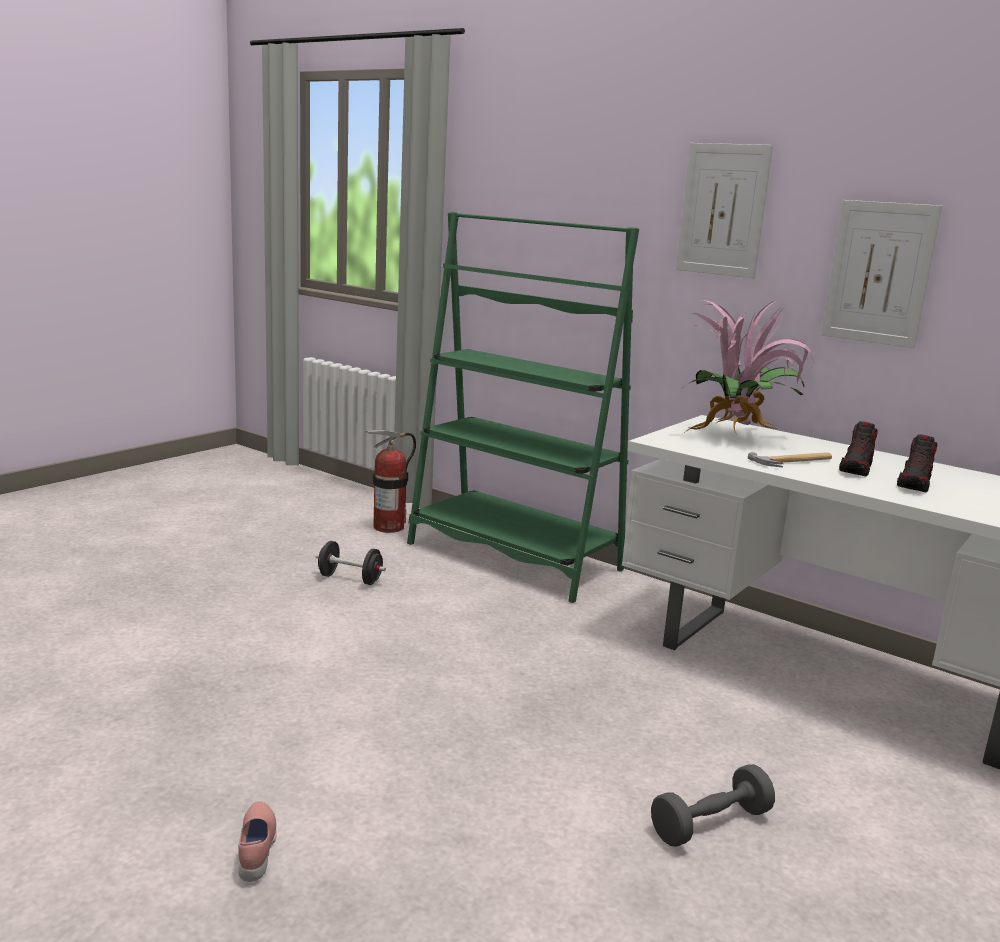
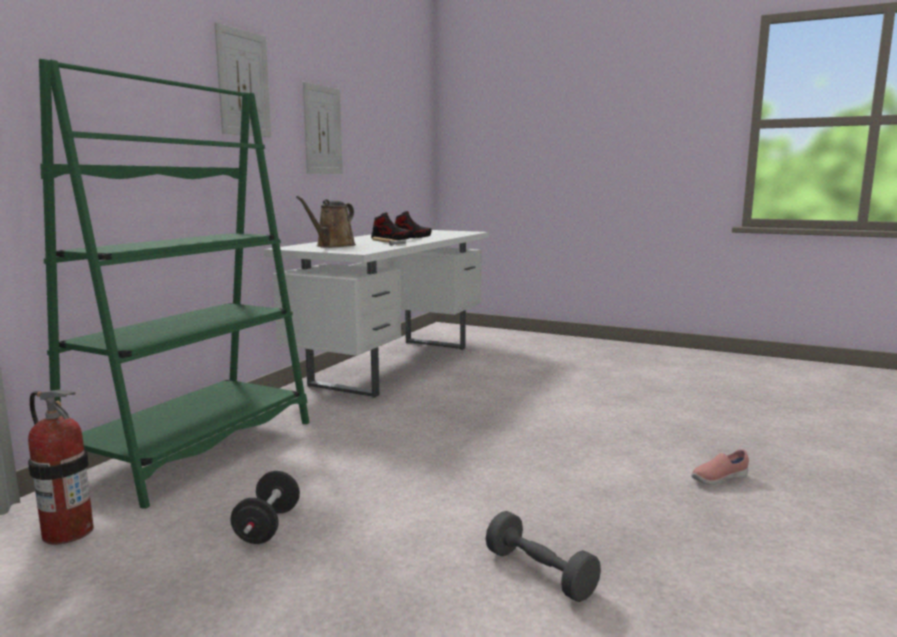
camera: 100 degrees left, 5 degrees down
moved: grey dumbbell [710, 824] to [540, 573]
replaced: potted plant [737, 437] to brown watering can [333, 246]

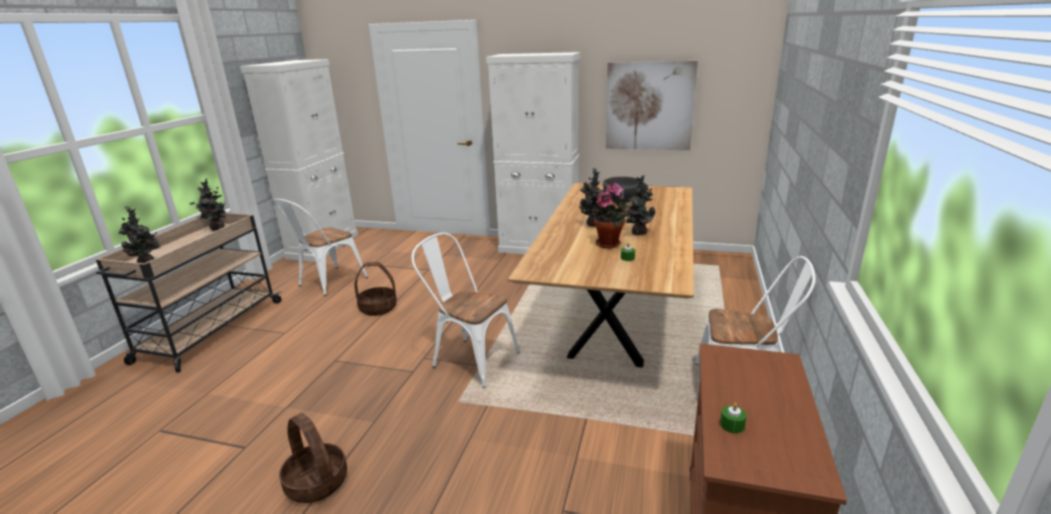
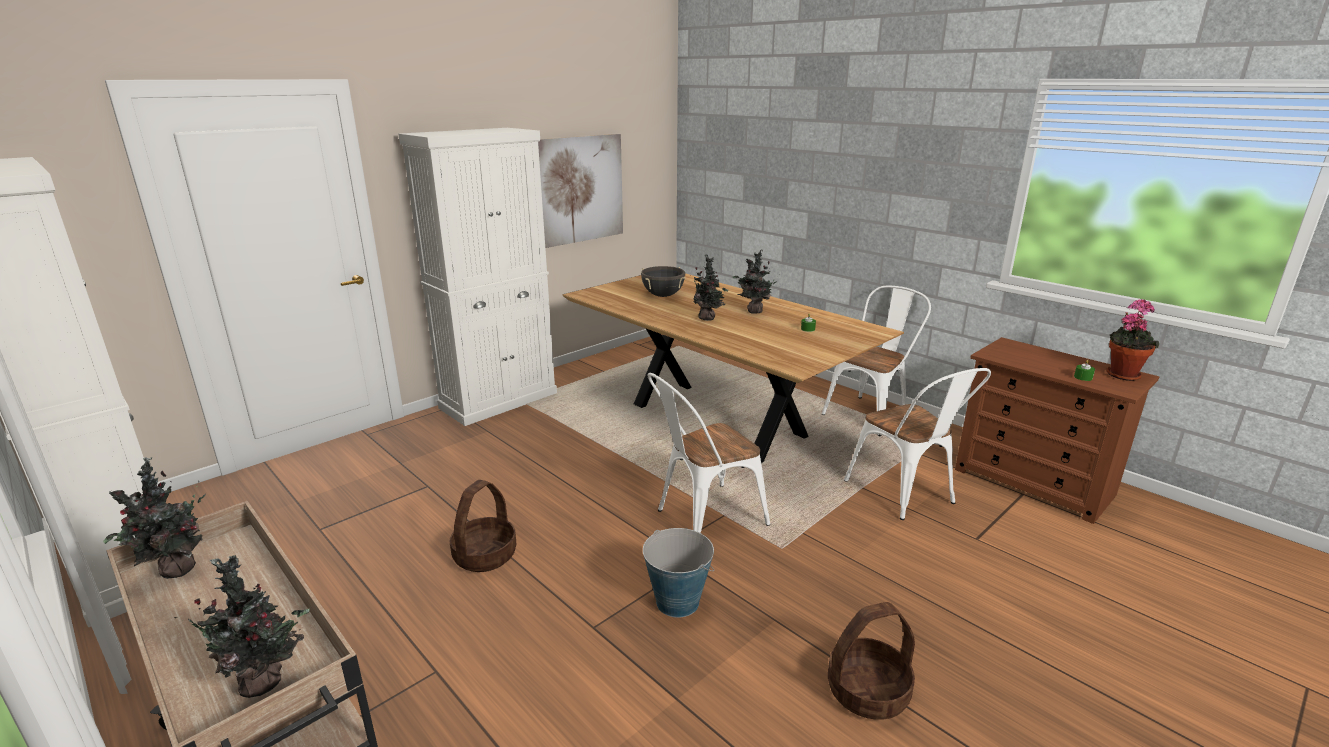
camera: 60 degrees left, 0 degrees up
added: bucket [677, 601]
moved: potted plant [610, 244] to [1122, 374]; white chair [327, 283] to [906, 495]

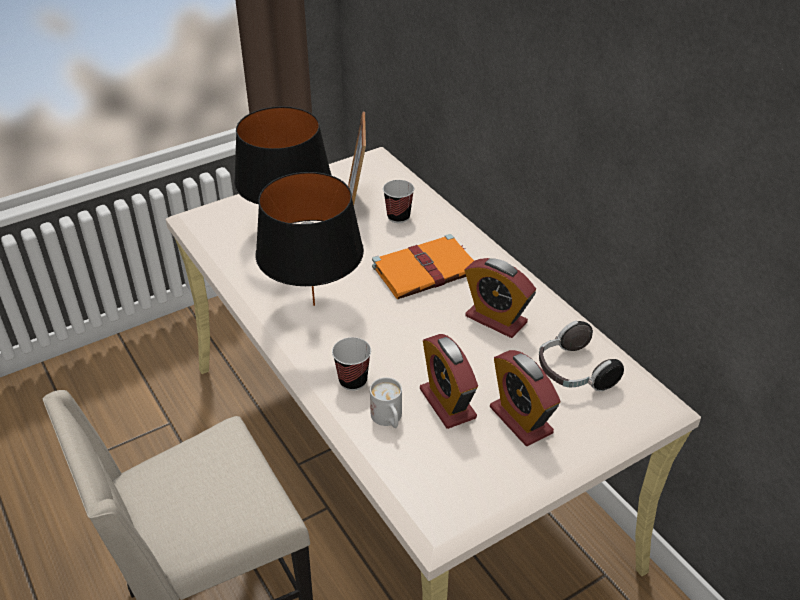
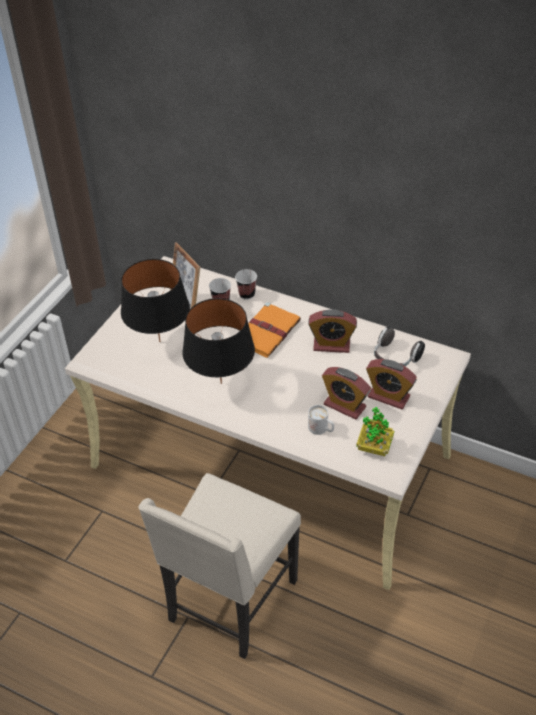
camera: 30 degrees left, 5 degrees up
added: potted plant [374, 447]
moved: cup [353, 381] to [247, 294]

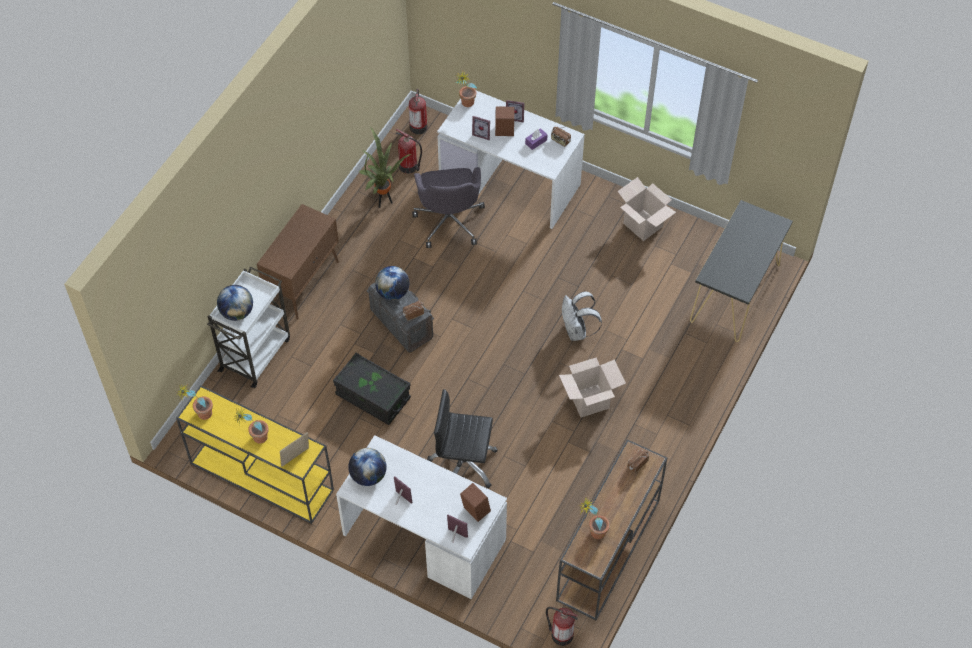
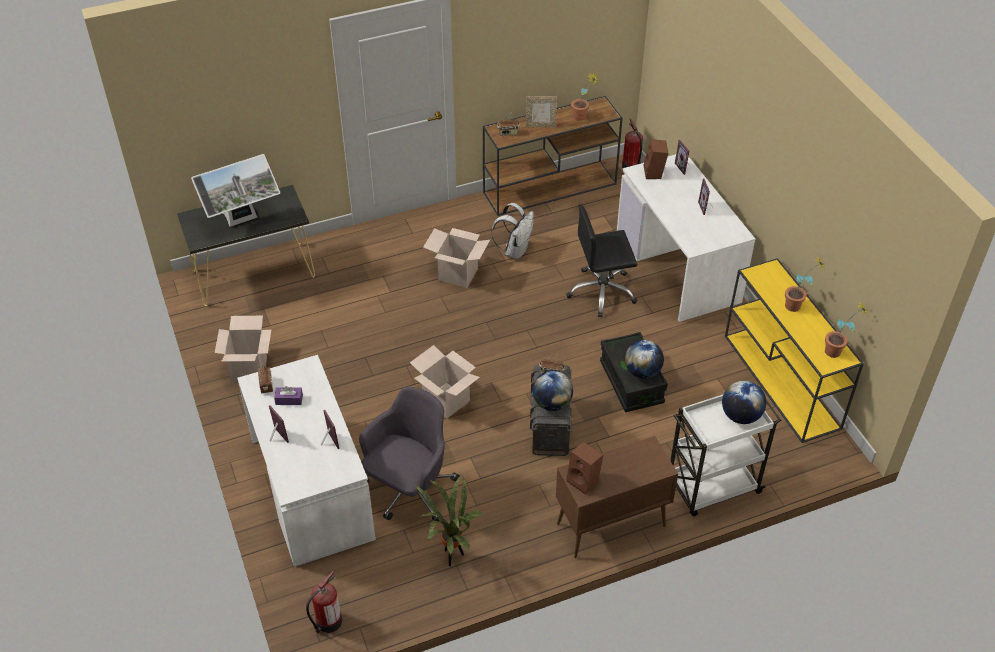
camera: 140 degrees left, 10 degrees down
removed: potted plant [466, 105]; fire extinguisher [409, 166]
added: monitor [243, 221]; cardboard box [446, 400]
moved: brown speaker [504, 132] to [584, 480]; white backpack [577, 331] to [515, 250]; picture frame [296, 458] to [540, 125]; globe [368, 476] to [642, 372]
turned: black office chair [463, 464] = [601, 292] 120 degrees clockwise

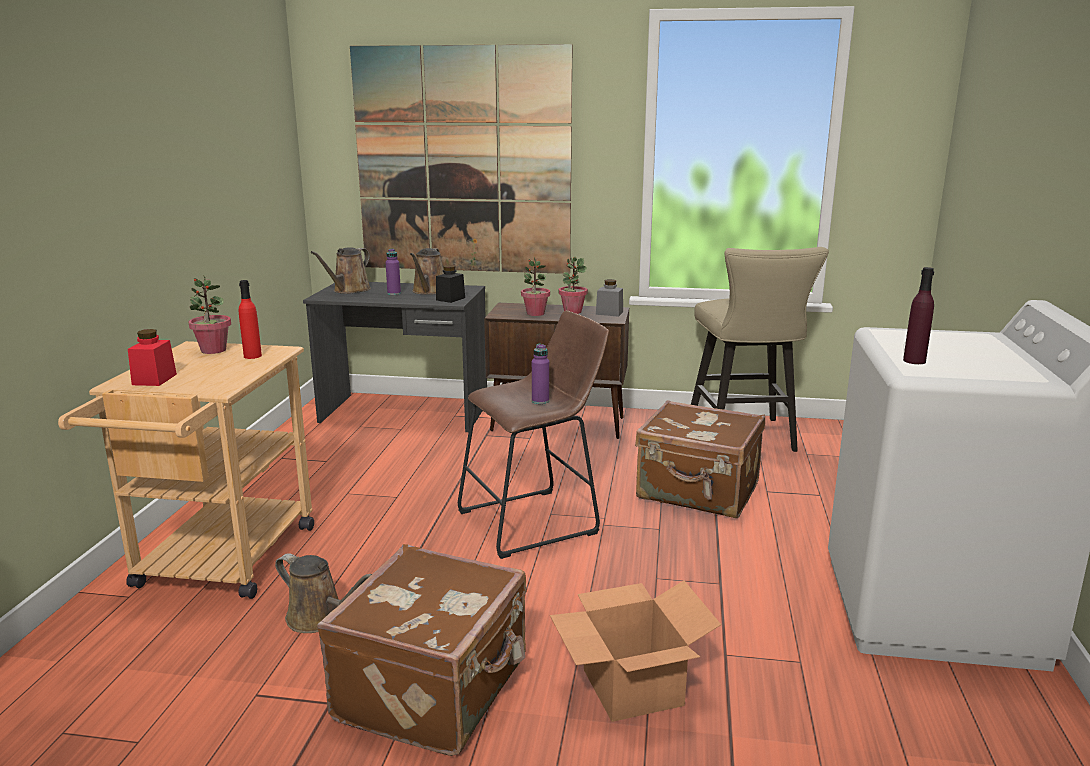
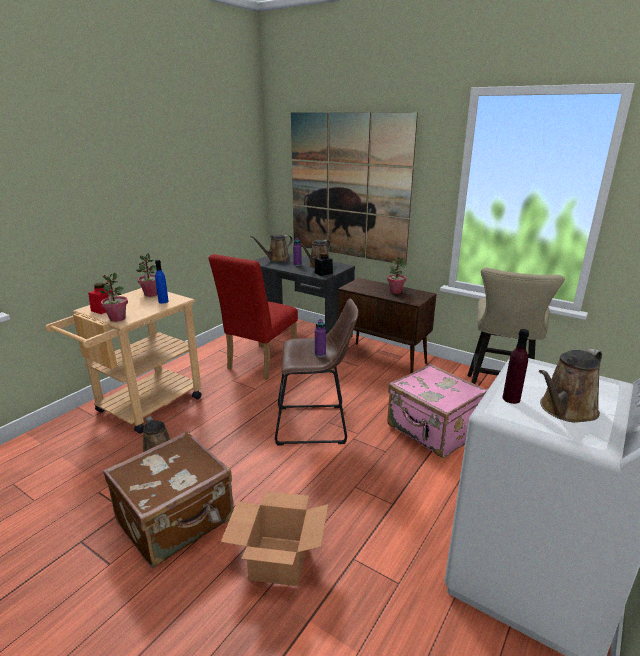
camera: 25 degrees right, 5 degrees up
removed: grey jar [609, 313]
added: red chair [259, 363]; brown watering can [565, 410]
moved: potted plant [535, 313] to [117, 318]
recoloured: red bottle [252, 356] to blue bottle [163, 301]; brown suitcase [698, 492] to pink suitcase [433, 430]

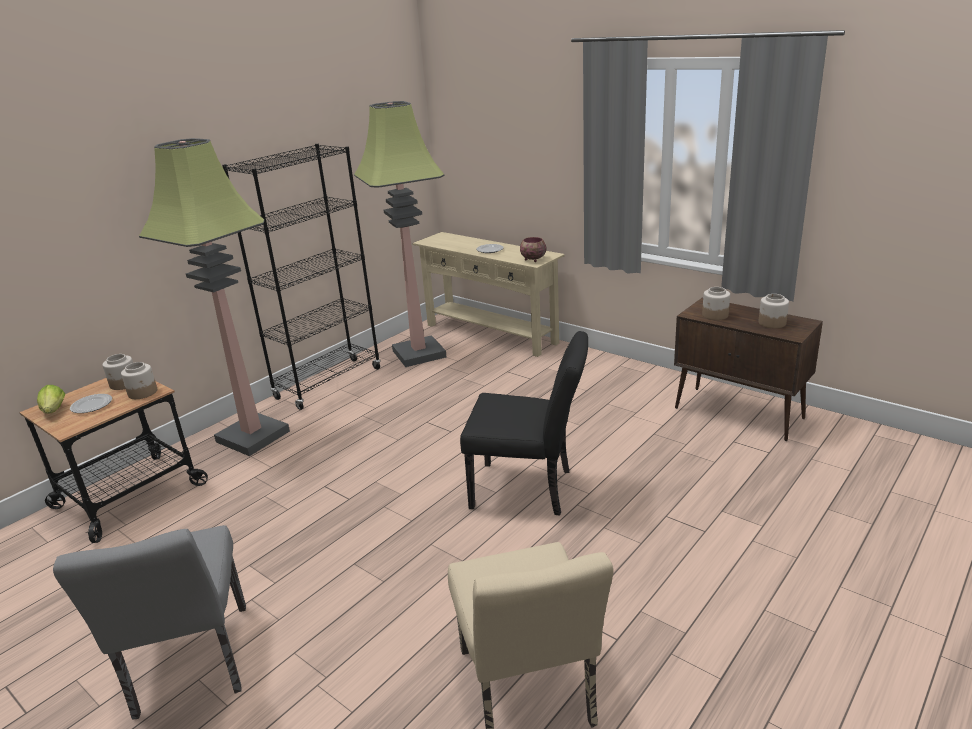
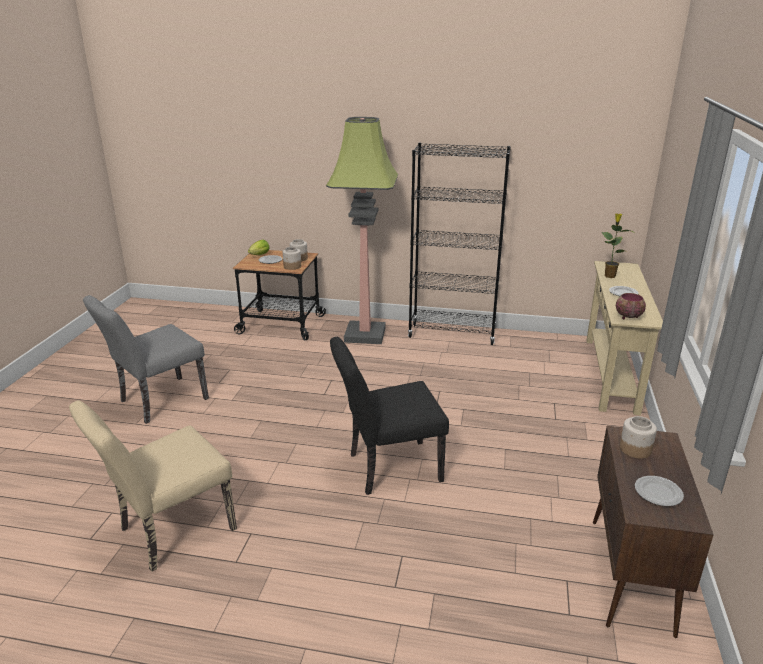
camera: 60 degrees right, 0 degrees up
removed: floor lamp [419, 353]
added: potted plant [609, 276]
replaced: jar [772, 323] to plate [658, 493]
turned: black chair [530, 490] = [387, 468] 90 degrees clockwise

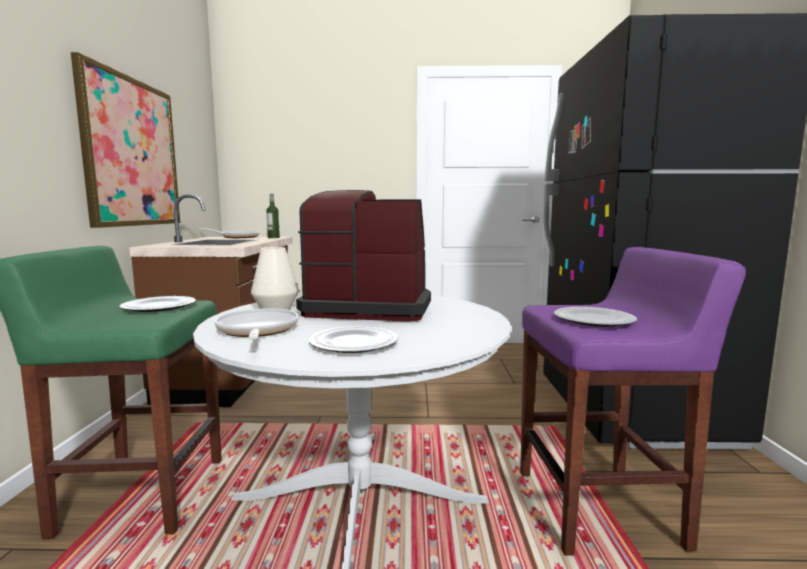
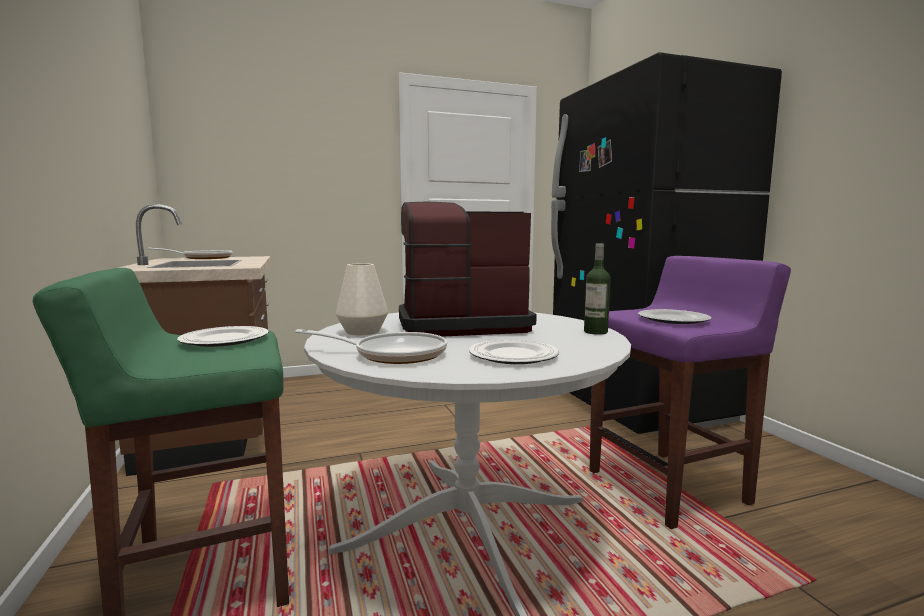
camera: 20 degrees left, 0 degrees up
removed: picture [132, 153]
moved: bottle [273, 237] to [595, 332]
turned: frying pan [257, 331] = [393, 354] 135 degrees clockwise

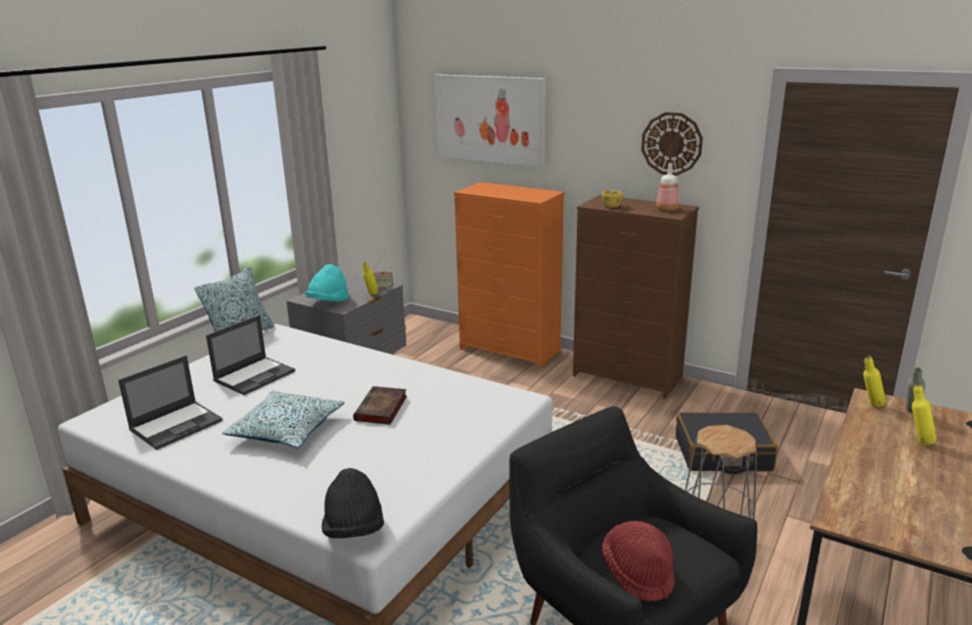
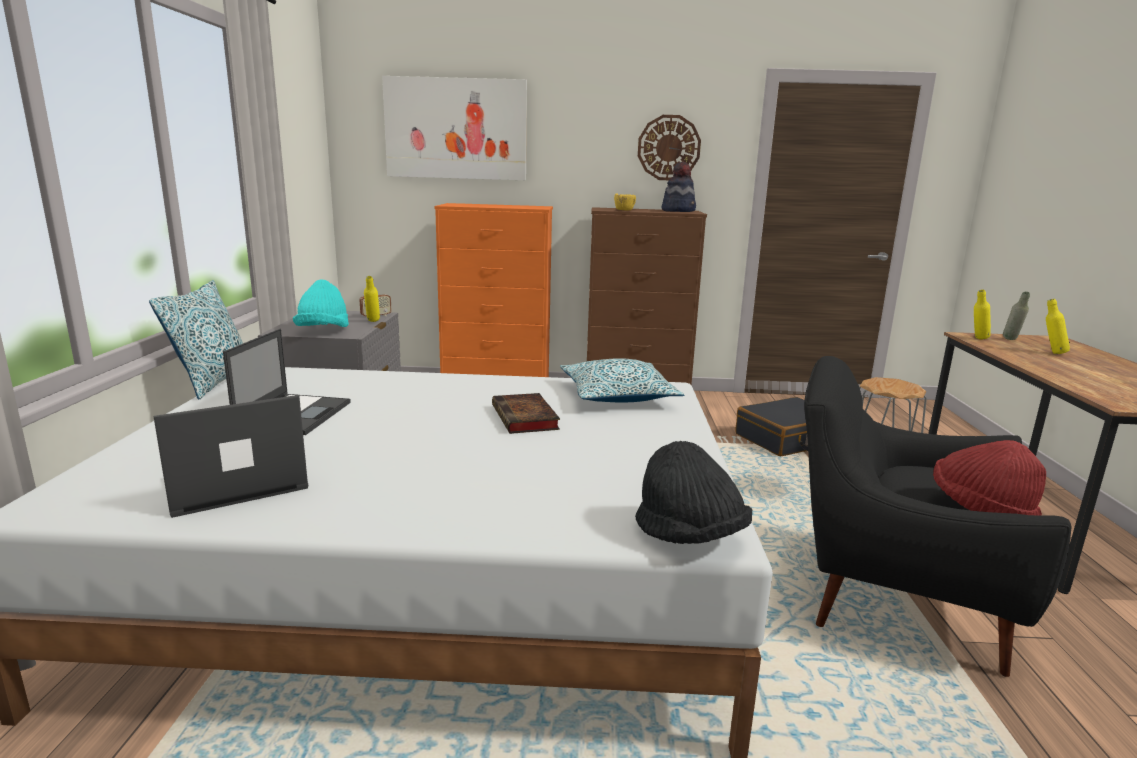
camera: 30 degrees left, 5 degrees down
moved: pillow [286, 430] to [617, 396]
replaced: bottle [668, 209] to hat [678, 211]
turned: laptop [177, 425] = [233, 483] 135 degrees counterclockwise

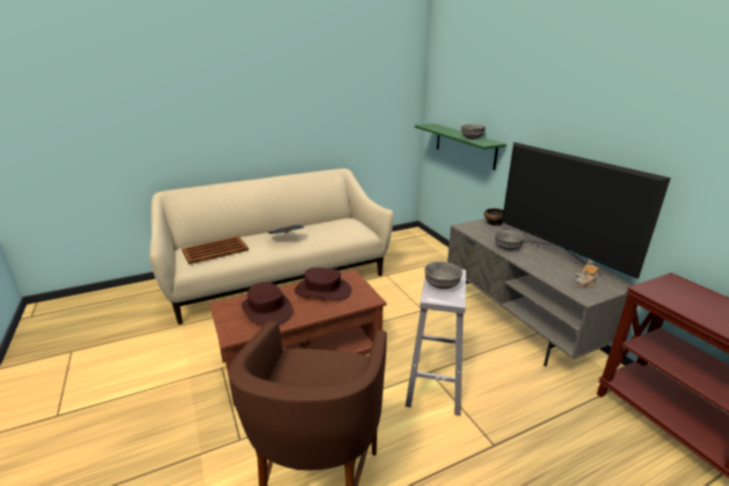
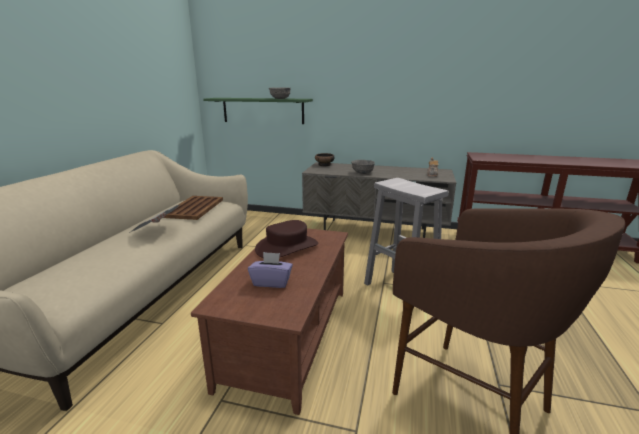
camera: 50 degrees left, 5 degrees down
removed: television [559, 256]; grey bowl [441, 285]
moved: brown tray [216, 250] to [195, 208]
replaced: brown hat [266, 309] to purple tissue box [271, 282]

